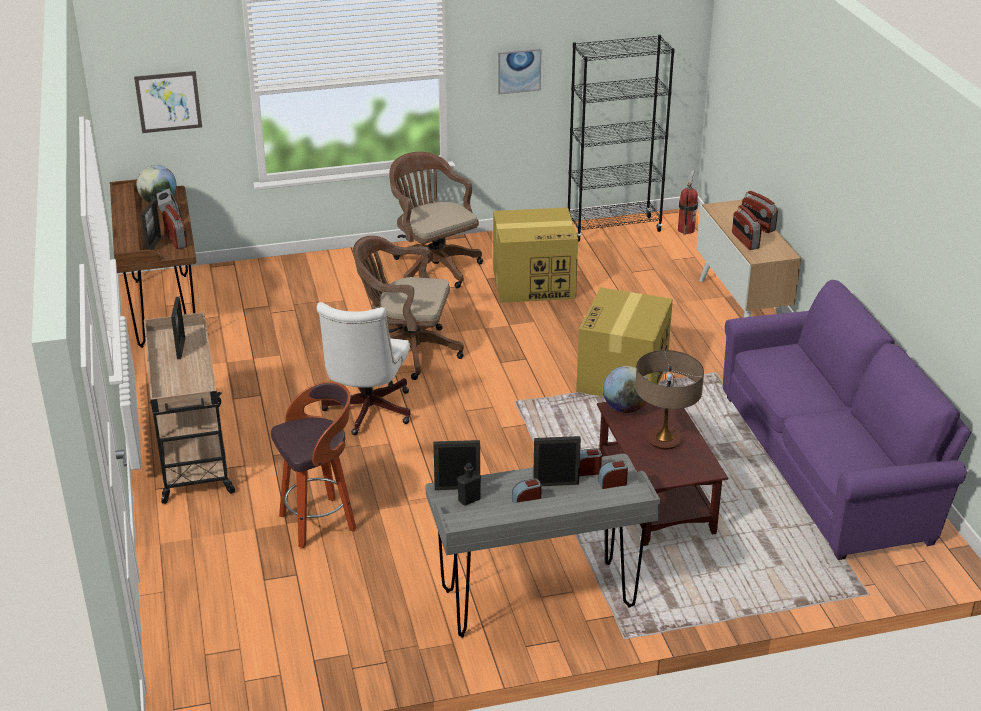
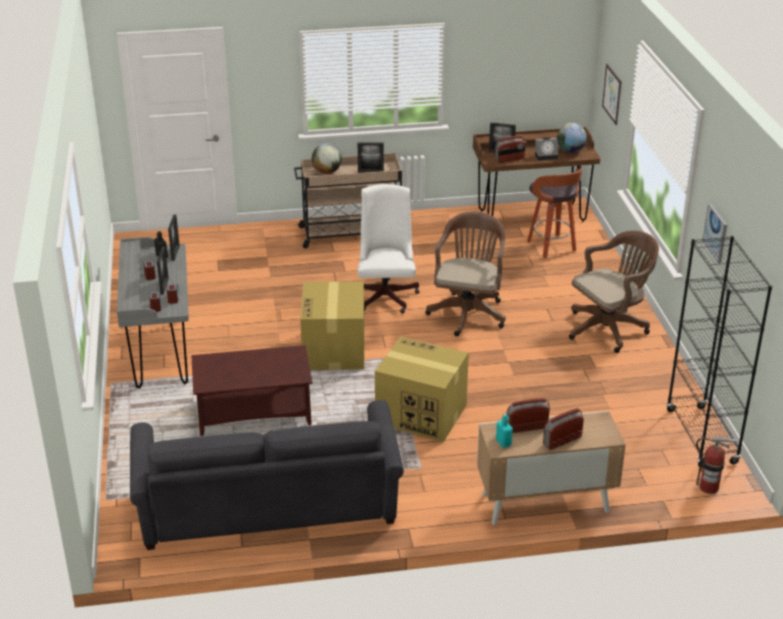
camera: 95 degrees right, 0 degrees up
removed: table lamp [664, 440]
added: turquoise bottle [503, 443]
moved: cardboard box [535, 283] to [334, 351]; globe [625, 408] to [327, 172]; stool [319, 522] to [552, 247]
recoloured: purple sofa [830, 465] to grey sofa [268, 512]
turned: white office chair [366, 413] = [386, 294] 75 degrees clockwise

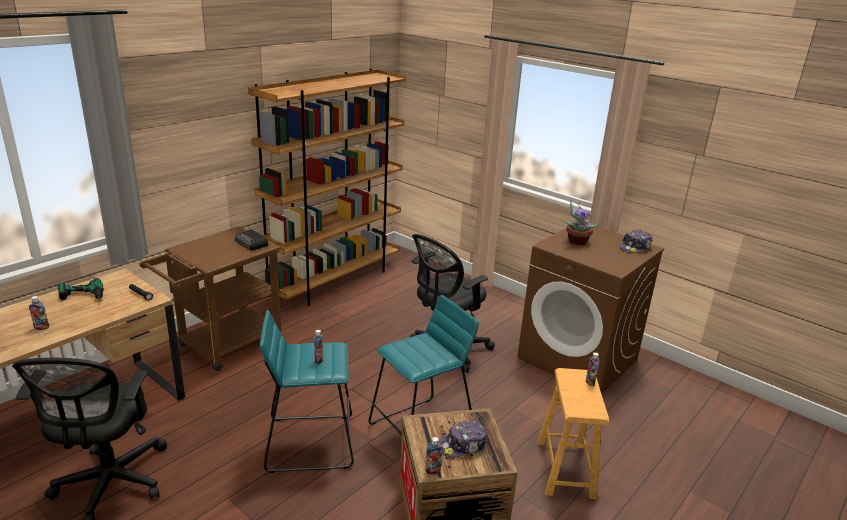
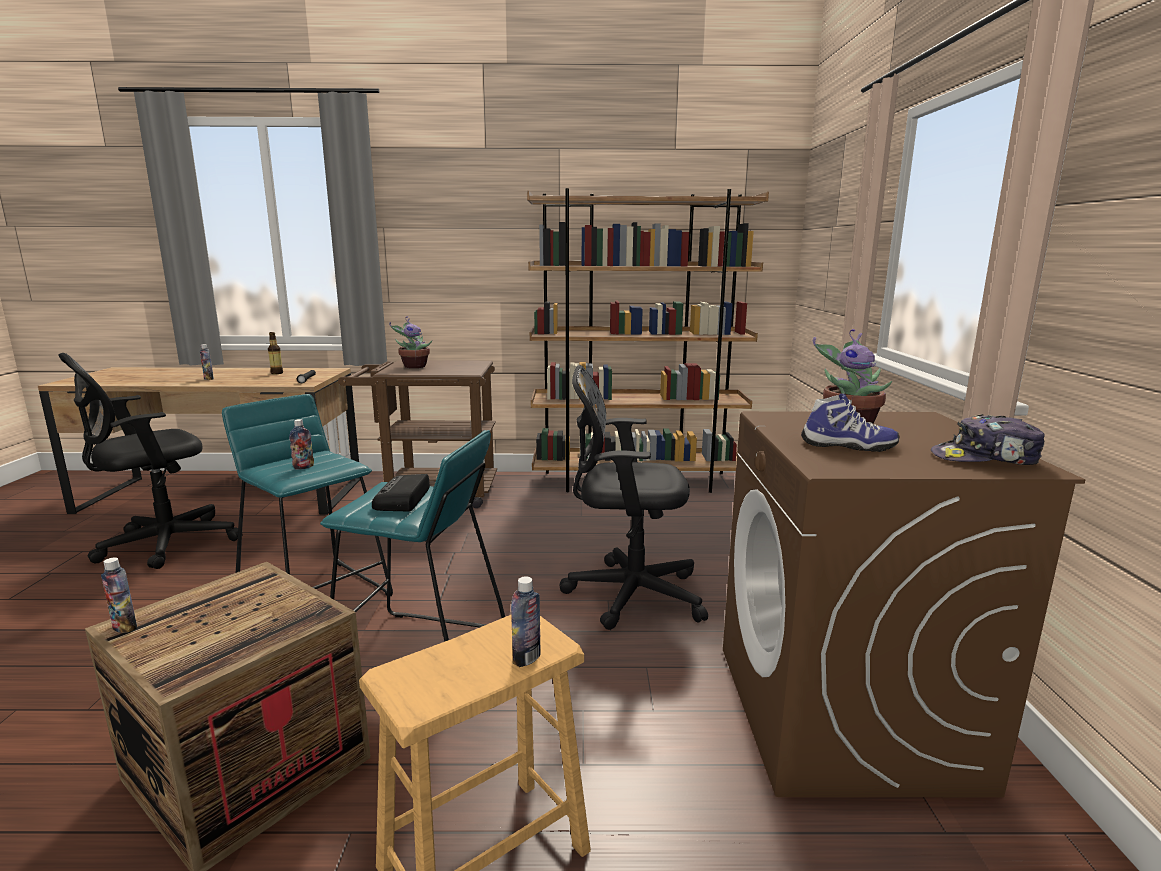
camera: 50 degrees right, 10 degrees down
removed: cap [462, 445]
added: potted plant [413, 366]; shoe [848, 446]
moved: radio [252, 243] to [402, 499]
replaced: power drill [82, 297] to bottle [277, 373]

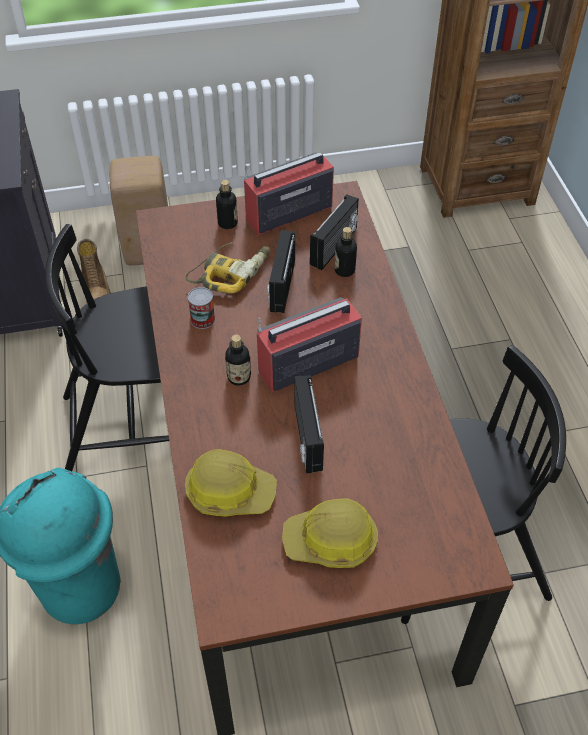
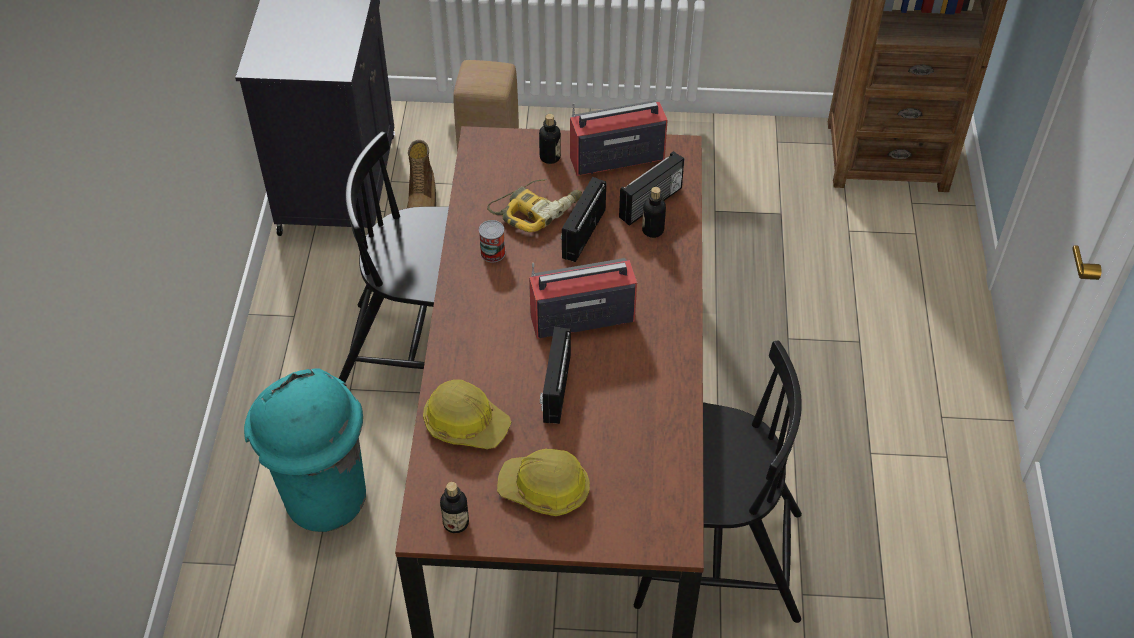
camera: 15 degrees right, 0 degrees up
moved: bottle [239, 377] to [456, 523]

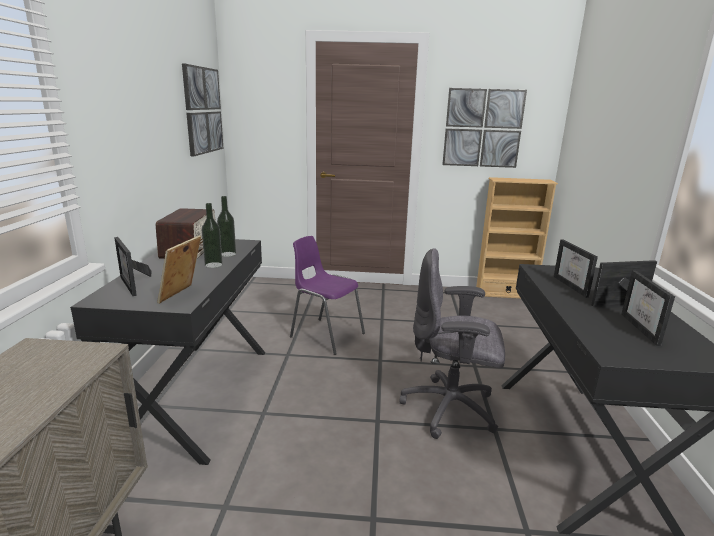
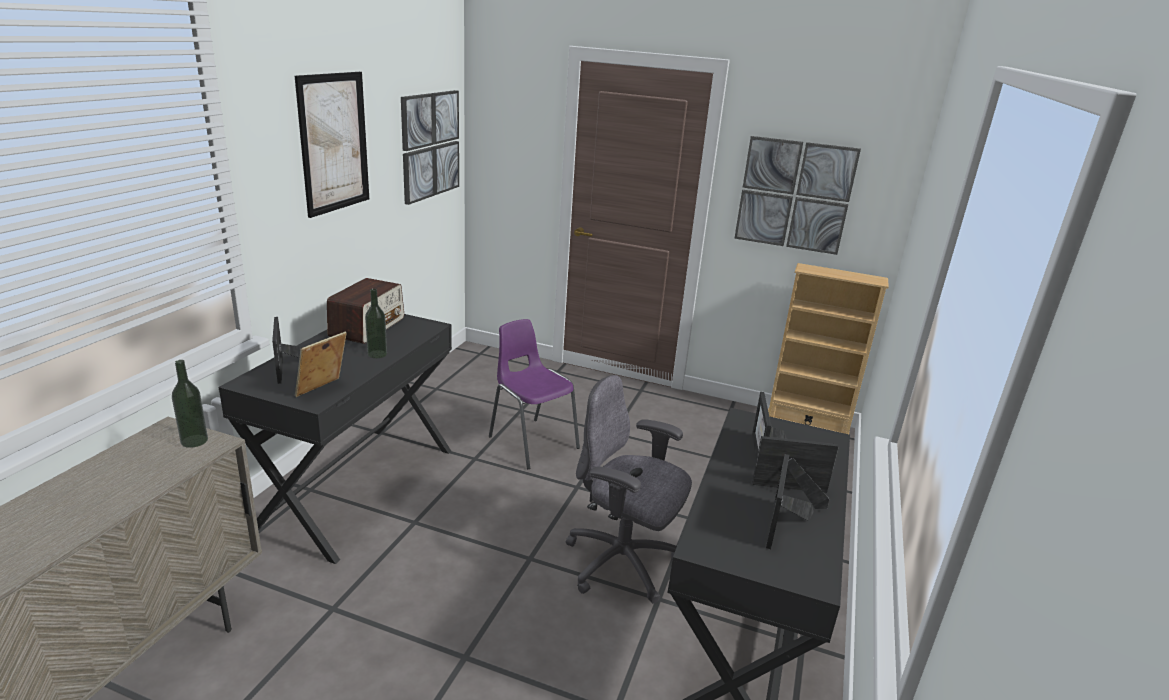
camera: 15 degrees right, 5 degrees up
added: picture [334, 143]
moved: bottle [228, 254] to [194, 441]

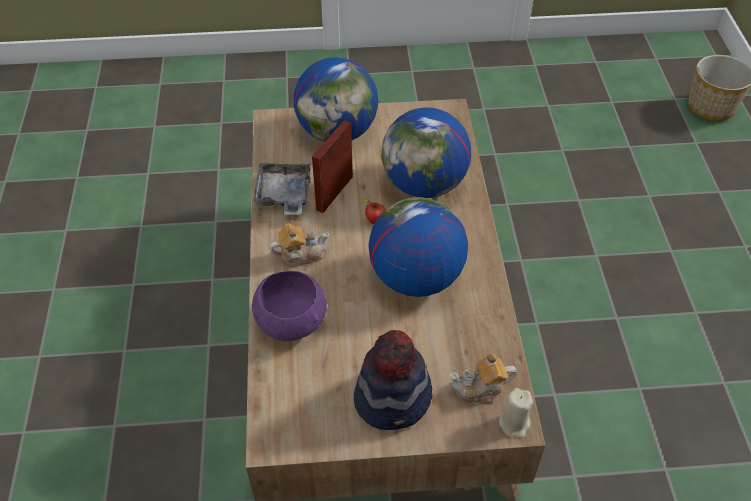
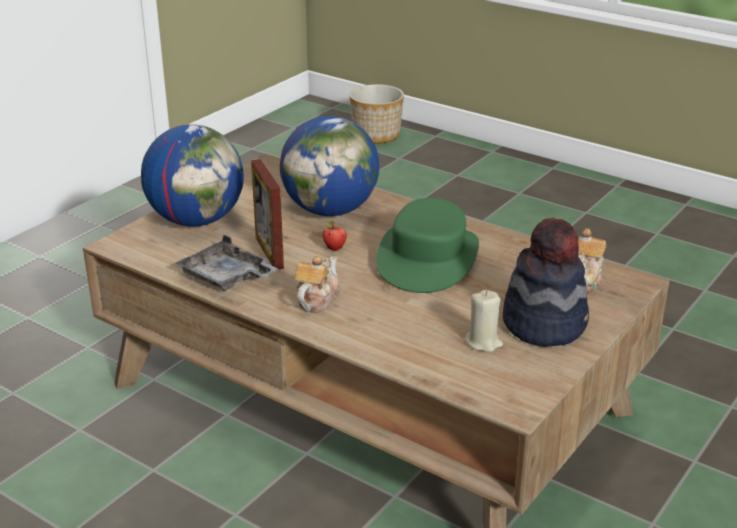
camera: 50 degrees left, 20 degrees down
removed: purple bowl [292, 322]
moved: beige candle [514, 423] to [483, 342]
replaced: globe [415, 277] to green hat [428, 258]

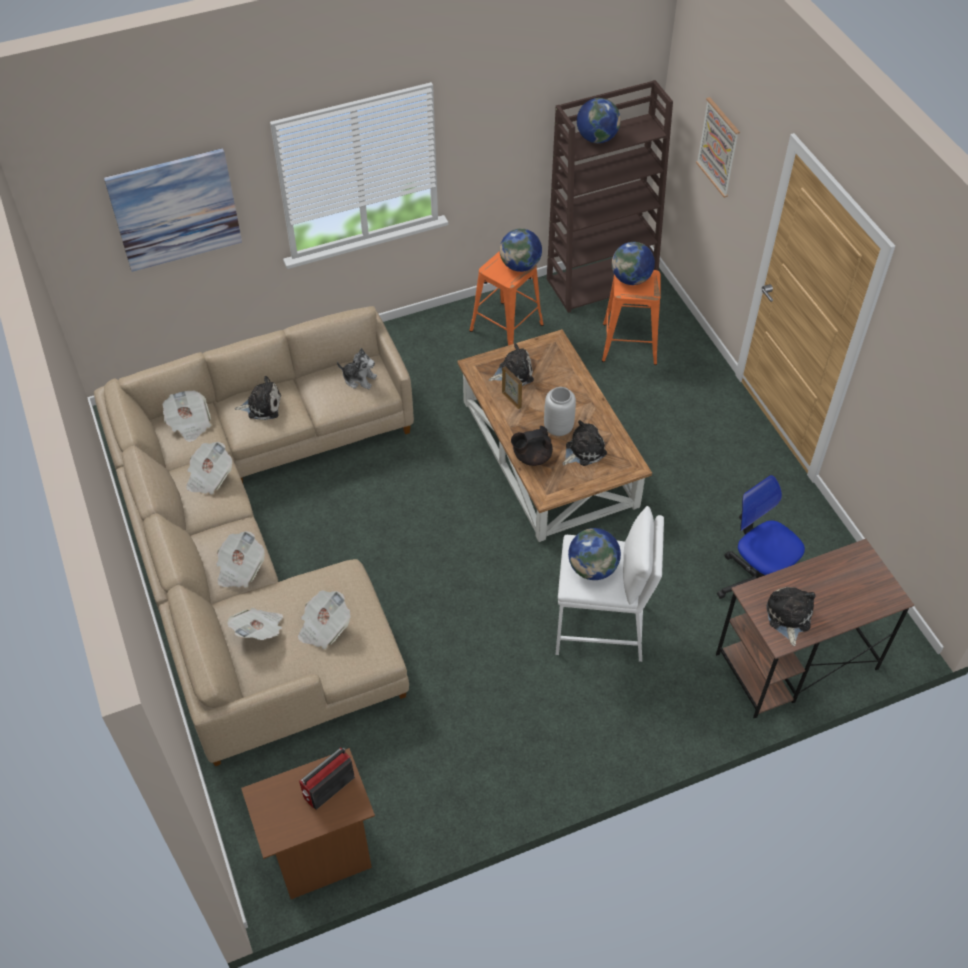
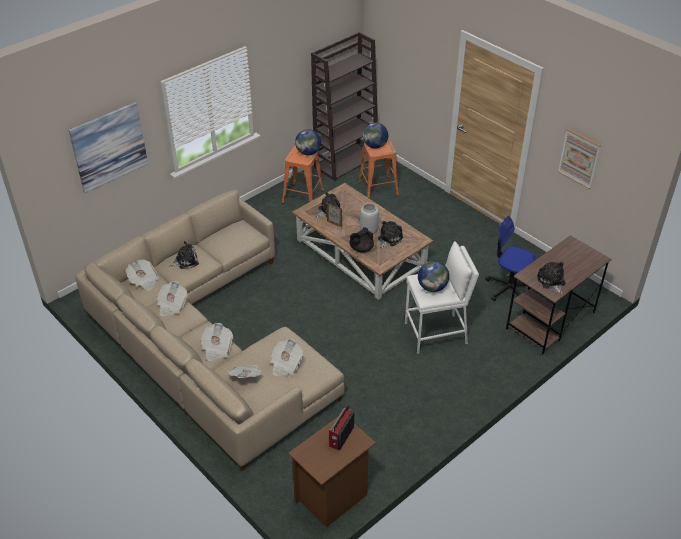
camera: 20 degrees left, 10 degrees down
removed: globe [597, 138]; plush toy [359, 379]
moved: picture [718, 147] to [579, 158]

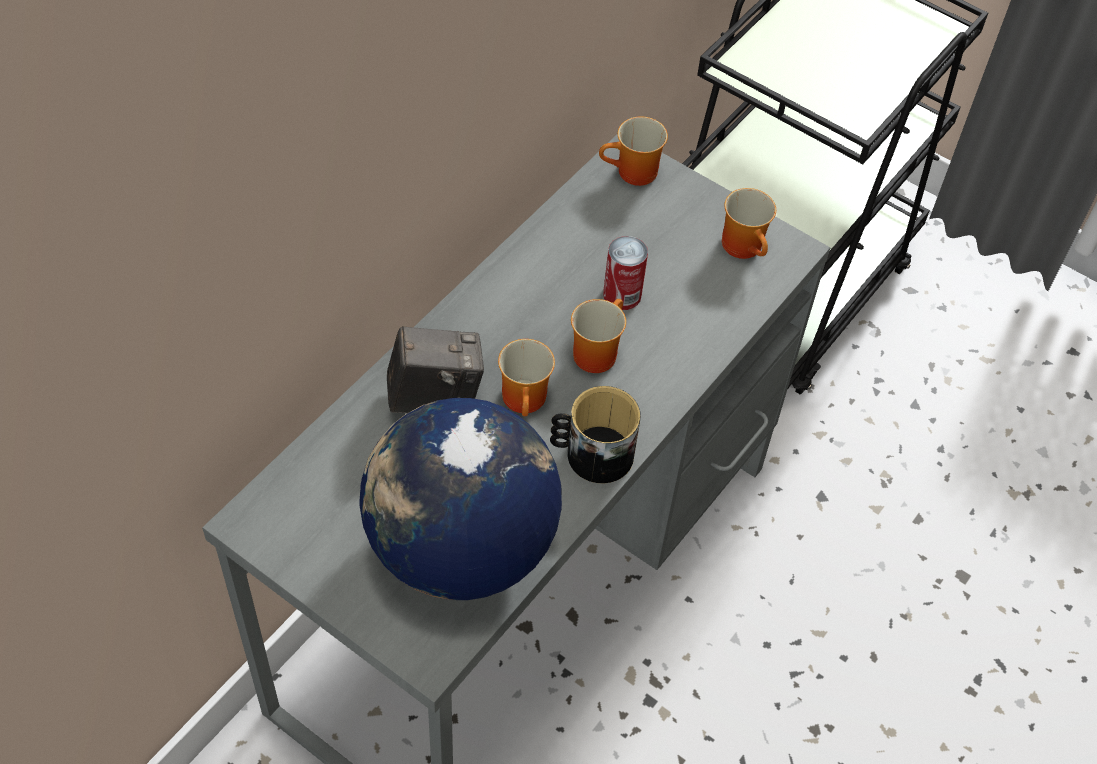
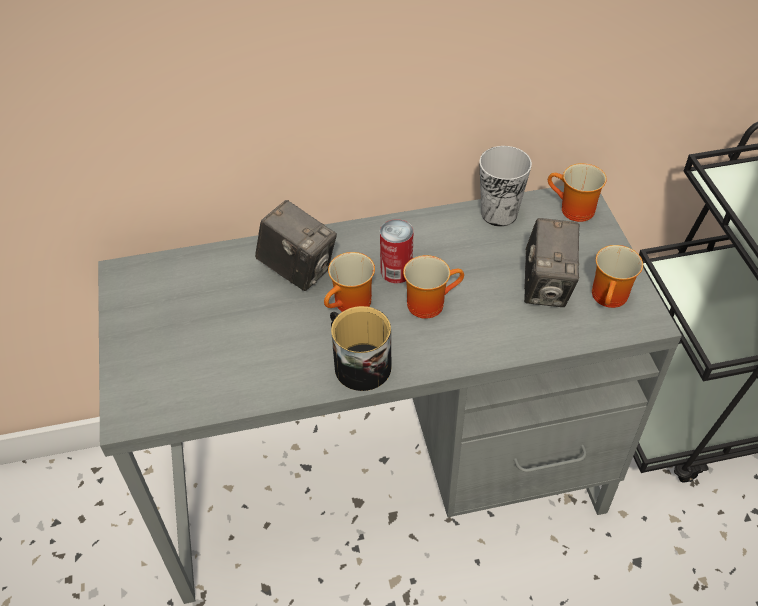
camera: 45 degrees right, 5 degrees down
removed: globe [460, 548]
added: cup [499, 214]; photo camera [546, 287]
moved: can [622, 295] to [396, 271]

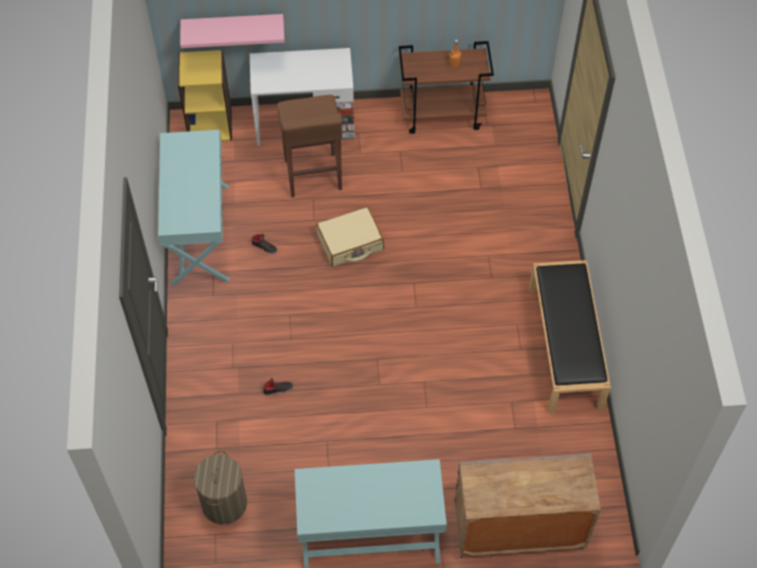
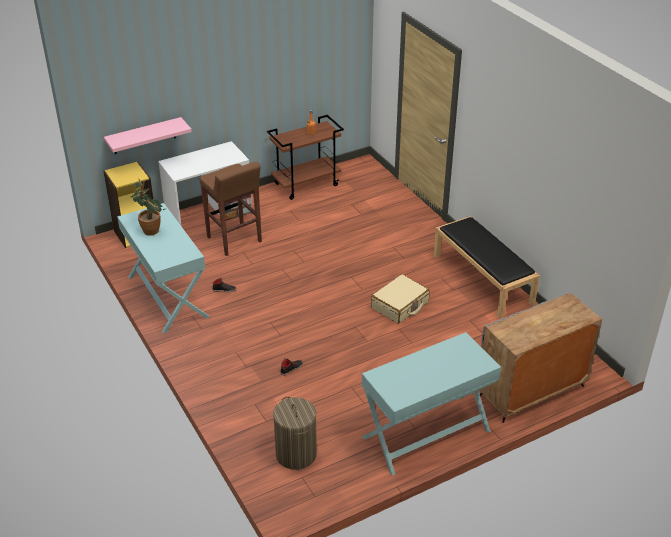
camera: 25 degrees left, 20 degrees down
added: potted plant [150, 228]
moved: beige suitcase [350, 242] to [400, 305]

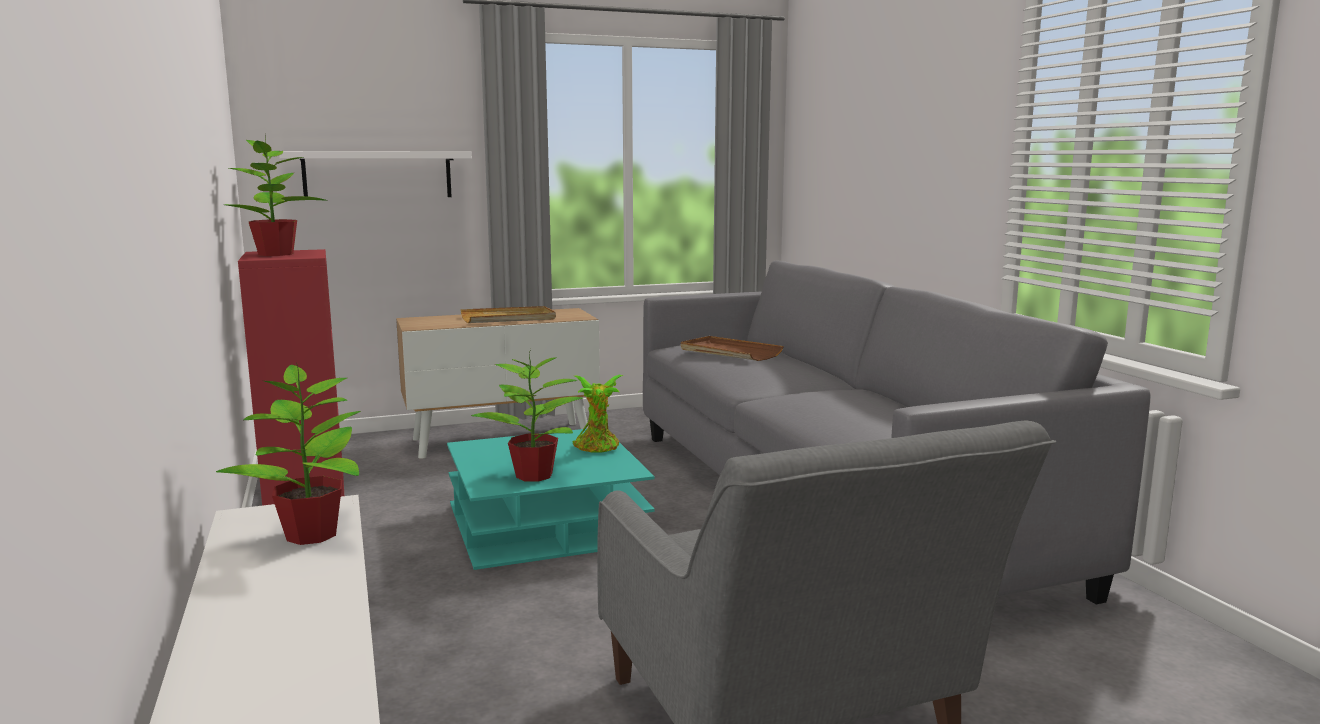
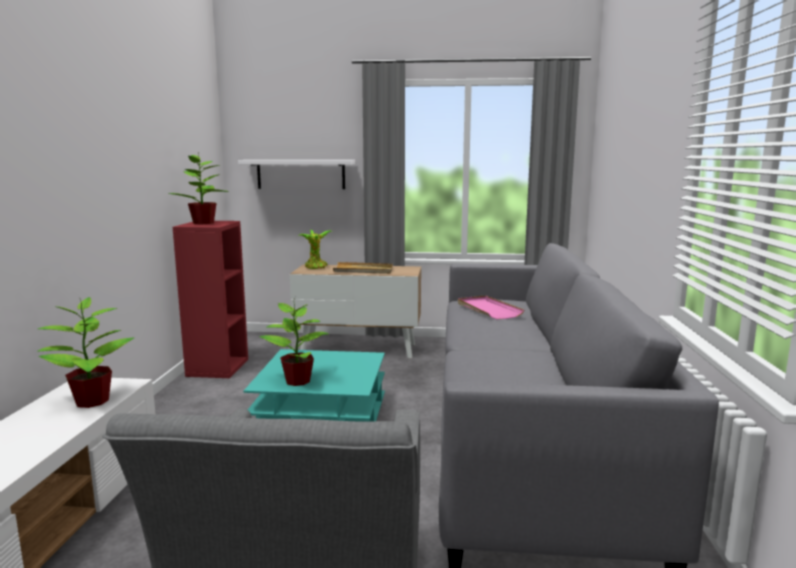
camera: 25 degrees right, 0 degrees up
moved: potted plant [598, 448] to [316, 267]
recoloured: brown tray [729, 352] to pink tray [488, 310]

